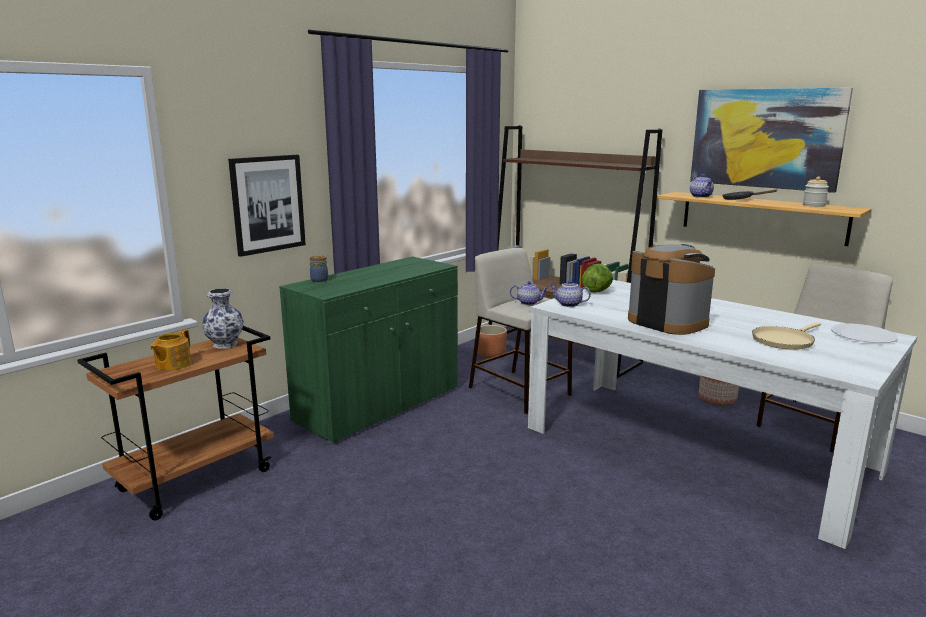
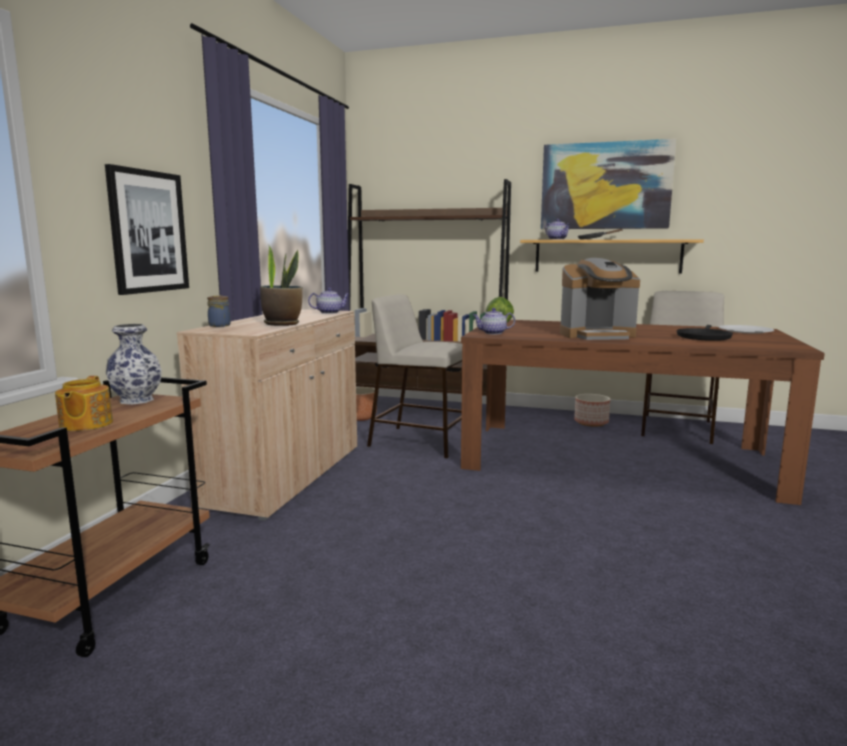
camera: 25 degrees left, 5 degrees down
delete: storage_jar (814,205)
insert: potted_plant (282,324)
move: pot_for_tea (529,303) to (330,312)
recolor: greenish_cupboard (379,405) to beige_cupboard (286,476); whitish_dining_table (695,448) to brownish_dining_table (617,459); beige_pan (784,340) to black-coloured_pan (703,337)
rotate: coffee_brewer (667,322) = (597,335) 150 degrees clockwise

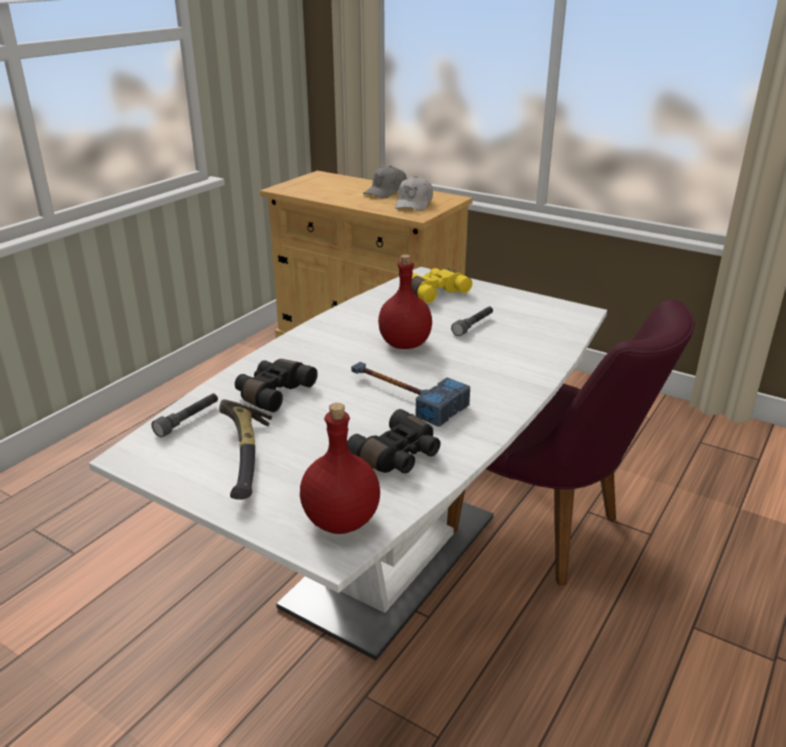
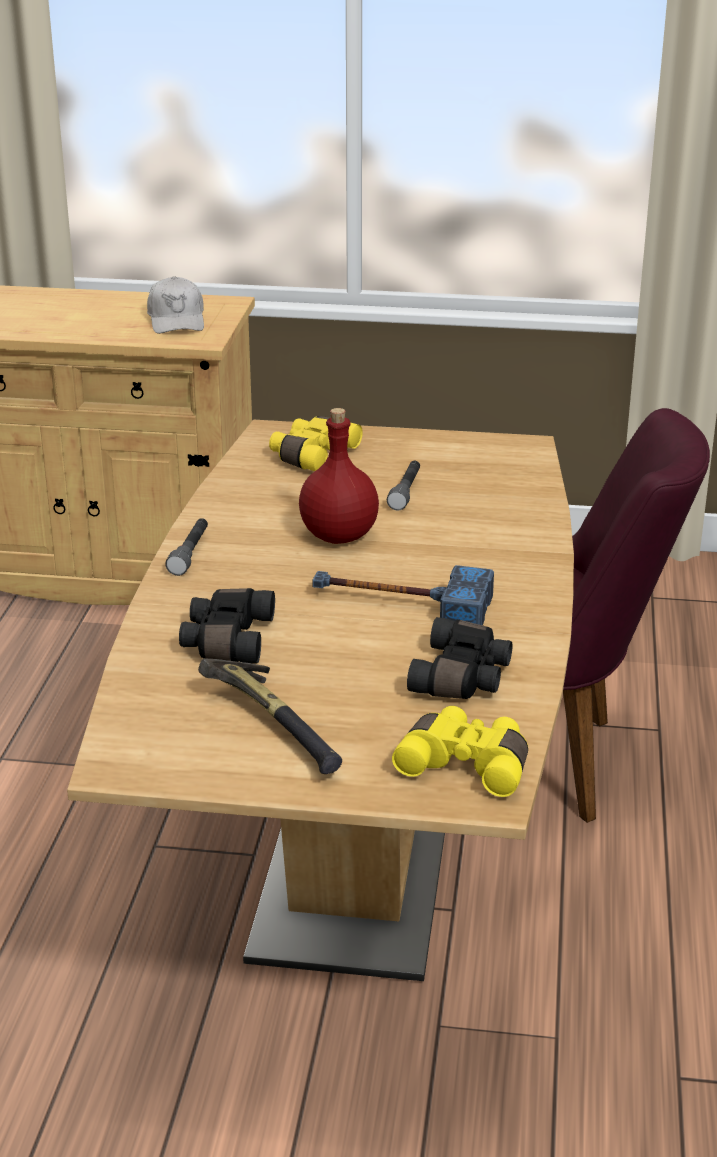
camera: 25 degrees left, 0 degrees up
delete: grey_peaked_cap (386,192)
move: grey_hand_torch (188,420) to (190,554)
replace: red-coloured_beverage_bottle (342,520) to yellow-coloured_pair_of_binoculars (467,764)
recolor: whitish_dining_table (392,560) to brownish_dining_table (358,856)

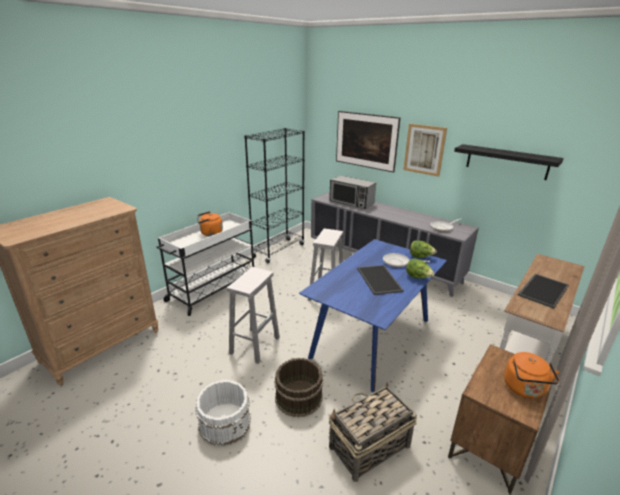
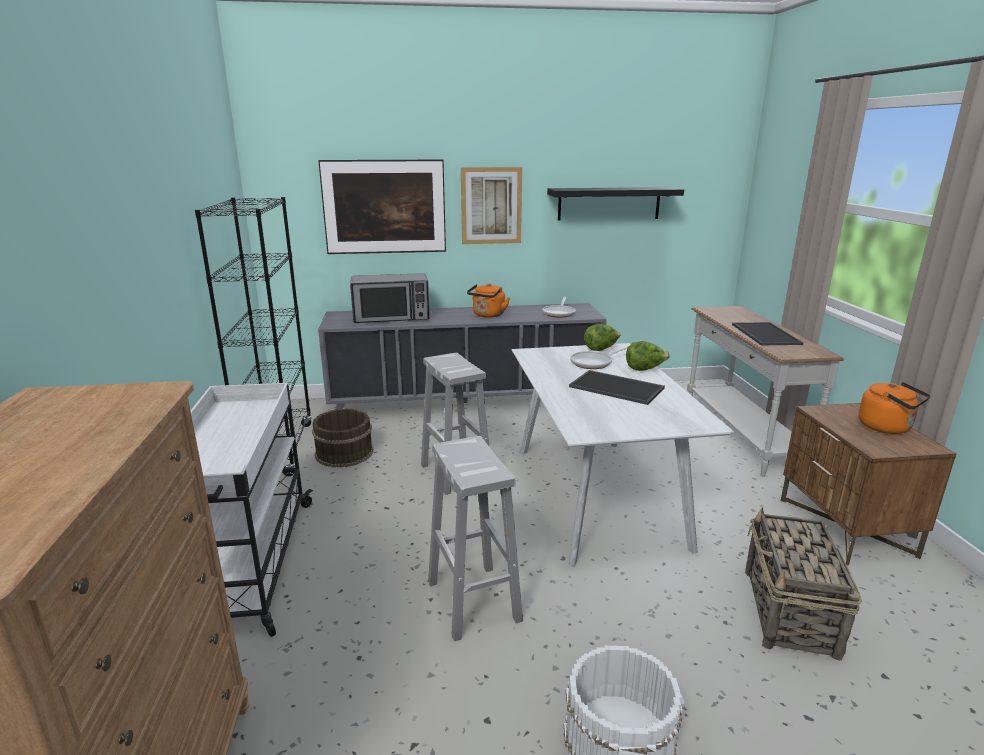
camera: 45 degrees left, 5 degrees down
move: brownish_water_bucket (298,397) to (343,453); orange_tea_kettle (210,233) to (488,315)
recolor: bluish_dining_table (372,338) to whitish_dining_table (598,495)

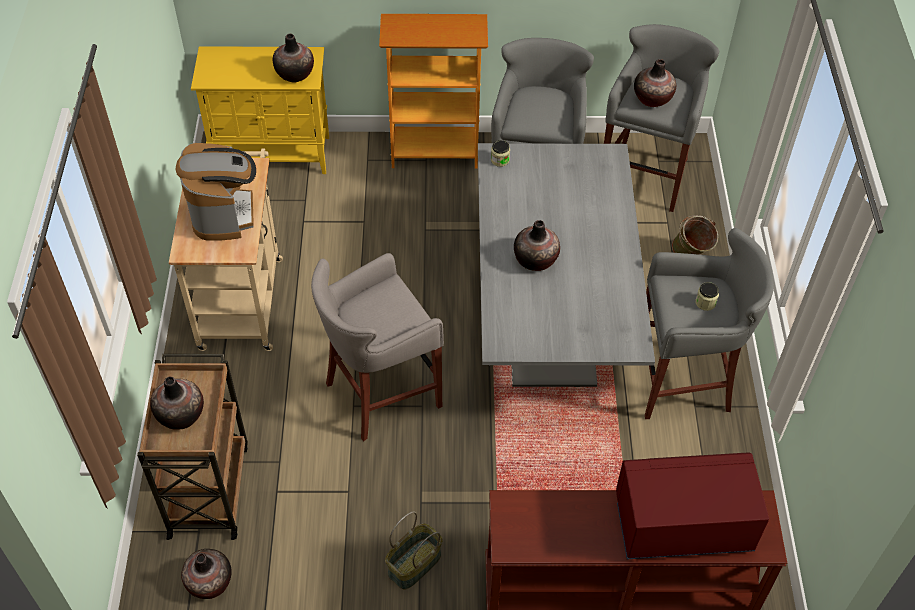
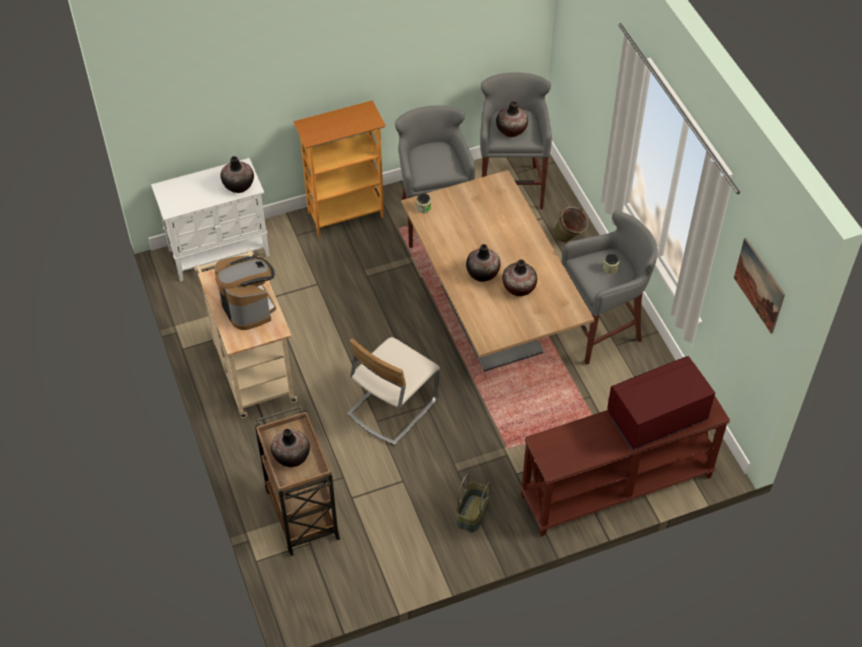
camera: 20 degrees left, 0 degrees up
insert: wall_art (759,285)
move: flower_vase (209,582) to (518,287)
replace: grey_sitting_stool (379,394) to beige_chair (392,407)
recolor: yellow-coloured_cupboard (273,154) to whitish_cupboard (220,252); grey_dining_table (550,324) to brownish_dining_table (491,318)

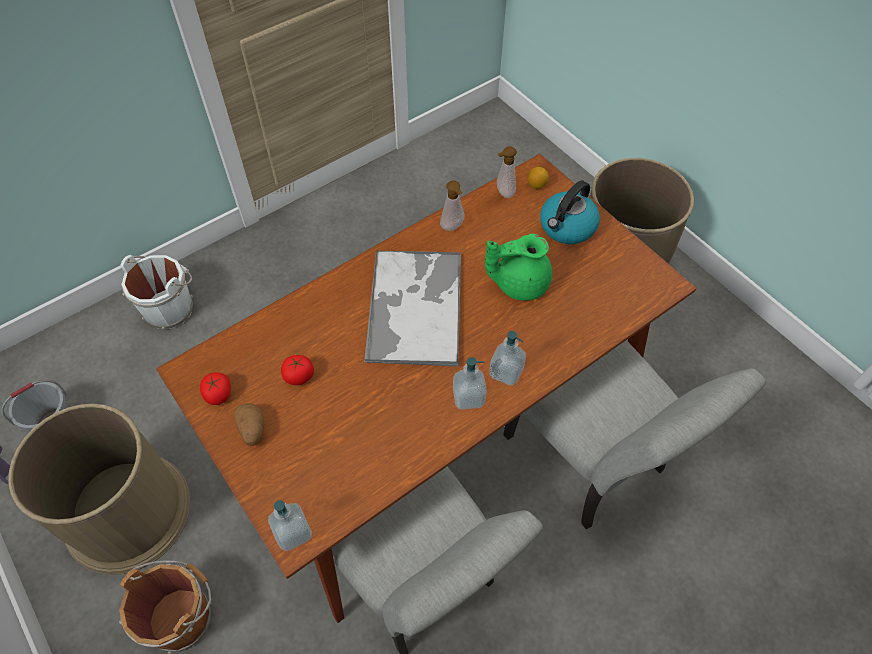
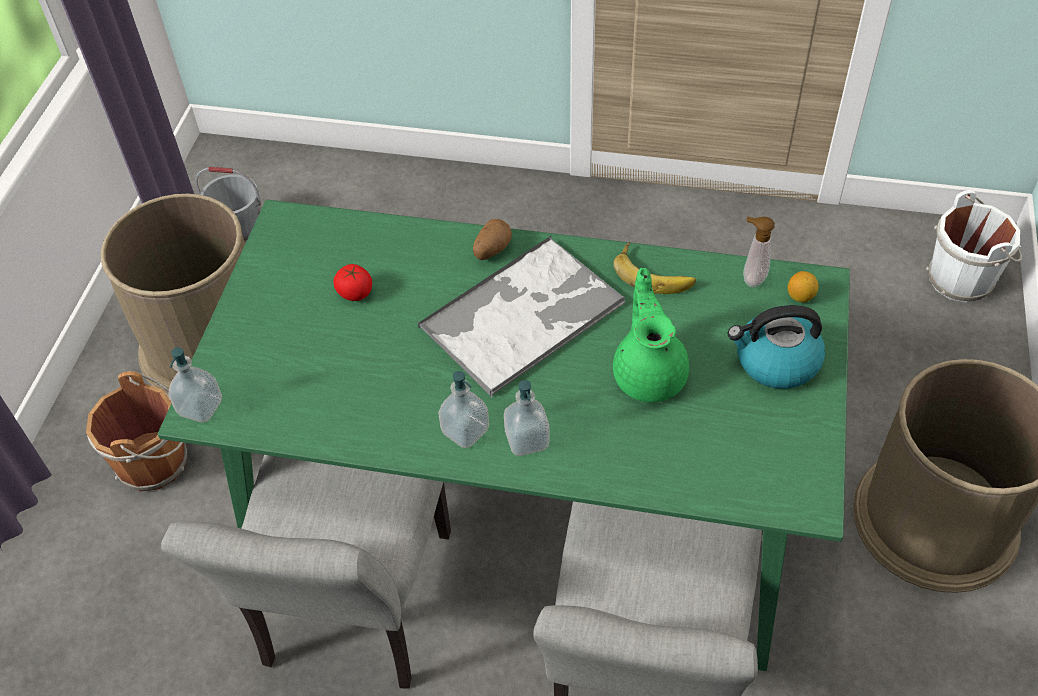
camera: 50 degrees right, 5 degrees down
delete: whole_tomato (219,394)
move: whole_potato (252,430) to (491,250); whitish_water_bucket (170,308) to (963,278)
replace: soap_bottle (453,227) to whole_banana (654,273)
recolor: brownish_dining_table (436,425) to greenish_dining_table (528,502)
rotate: greenish_pot_for_tea (519,283) = (649,373) 45 degrees clockwise

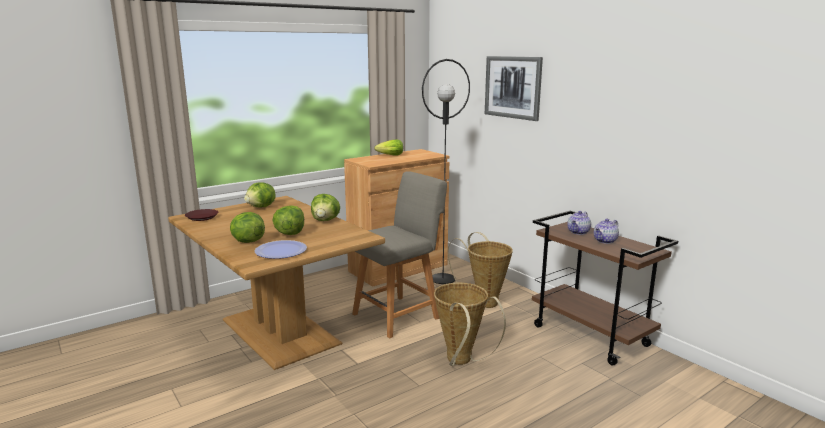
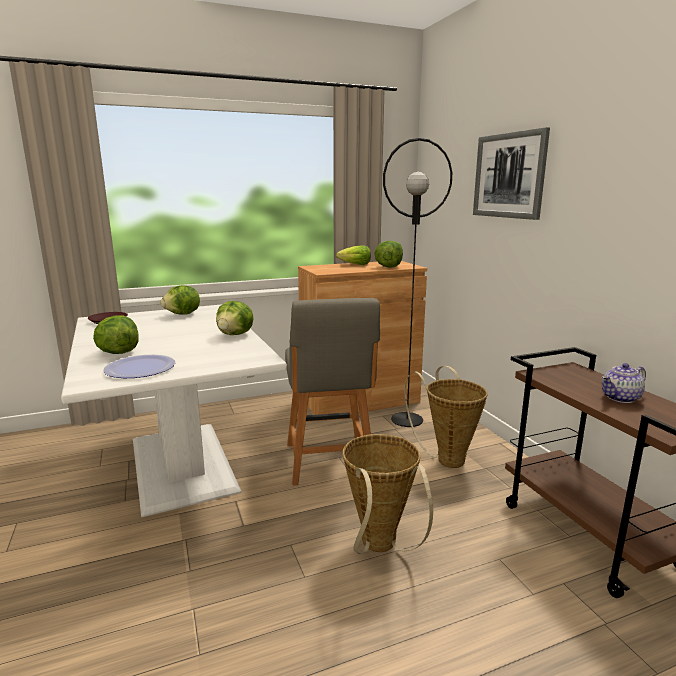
camera: 15 degrees right, 0 degrees up
delete: pot_for_tea (578,232)
move: head_of_lettuce (289,233) to (388,267)
recolor: brownish_dining_table (278,332) to whitish_dining_table (180,465)
rotate: grey_chair (398,315) = (329,462) 105 degrees clockwise

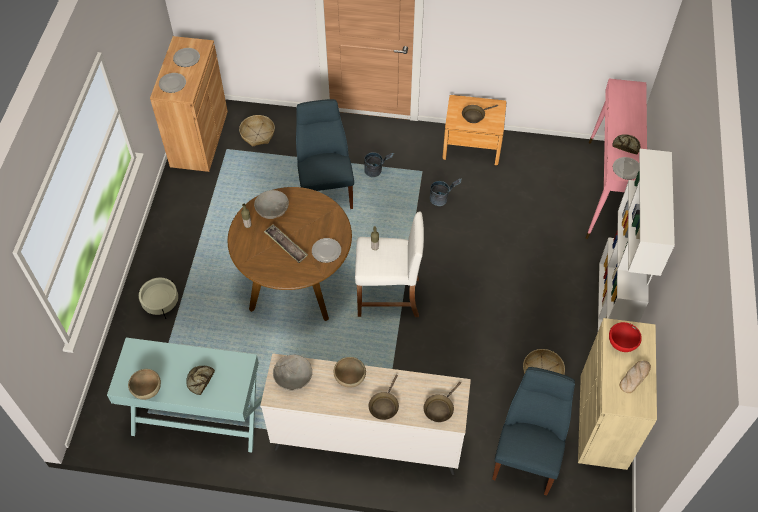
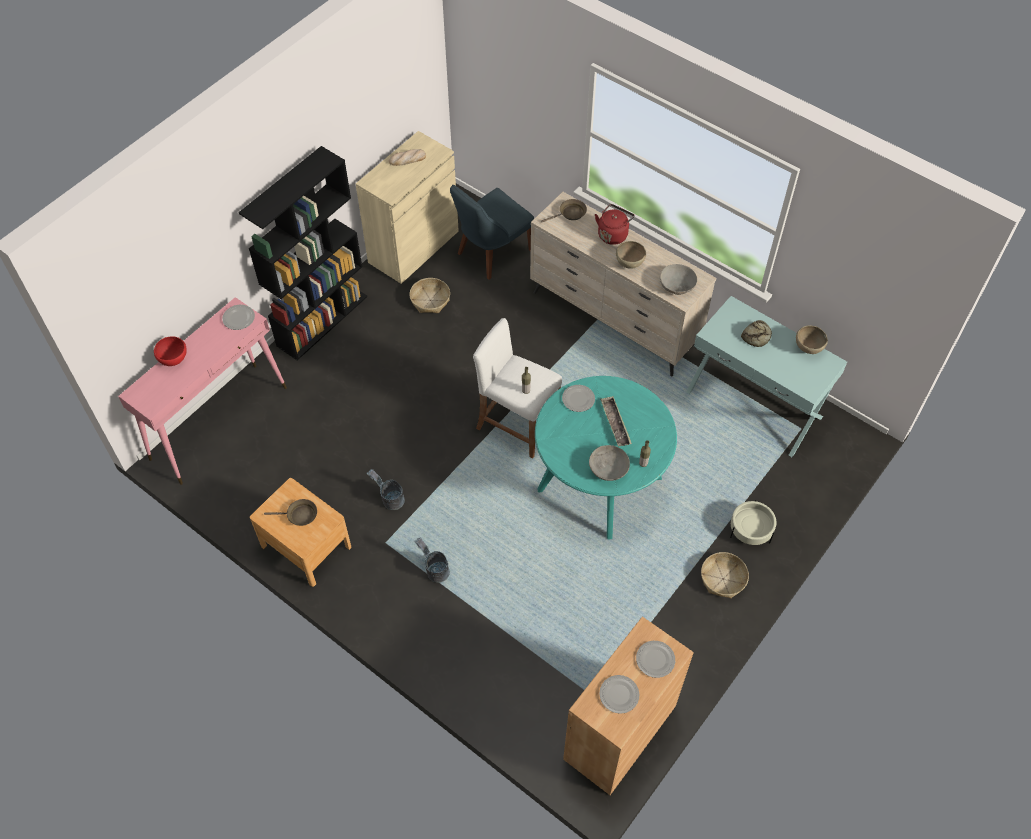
camera: 150 degrees left, 0 degrees up
delete: bluish_chair (325,188); bakery_bread (626,145)
move: red-coloured_deep_dish (621,344) to (174,360); storage_basket (257,134) to (723,579)
replace: brownish_pan (384,405) to red-coloured_tea_kettle (613,234)
recolor: whitish_bookshelf (612,306) to black-coloured_bookshelf (322,320); brownish_dining_table (296,282) to blue-green_dining_table (599,484)

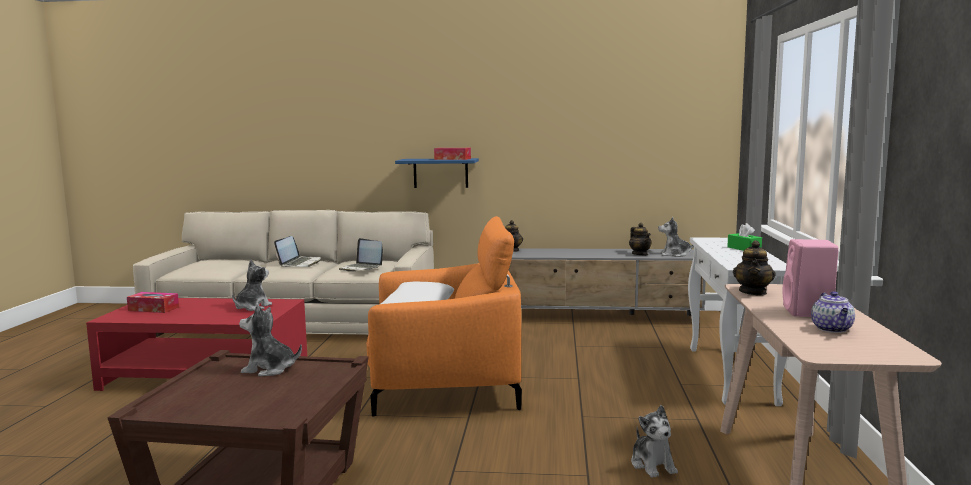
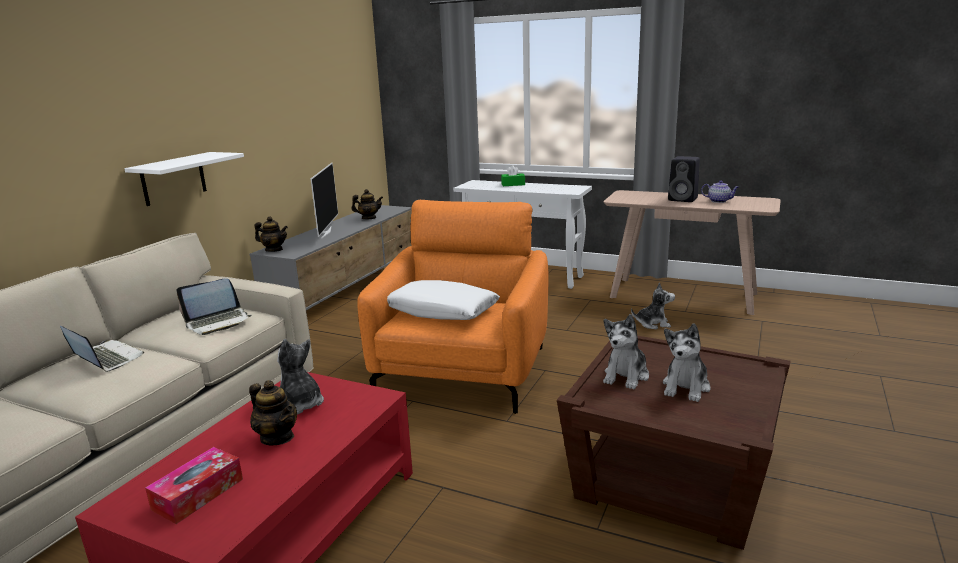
camera: 70 degrees left, 10 degrees up
delete: box_of_tissues (452,159)
insert: TV_set (325,232)
move: pot_for_tea (753,292) to (277,437); plush_toy (674,254) to (686,387)
recolor: bluish_wall_shelf (440,173) to whitish_wall_shelf (173,179); pinkish_audio_speaker (808,312) to black-coloured_audio_speaker (683,199)

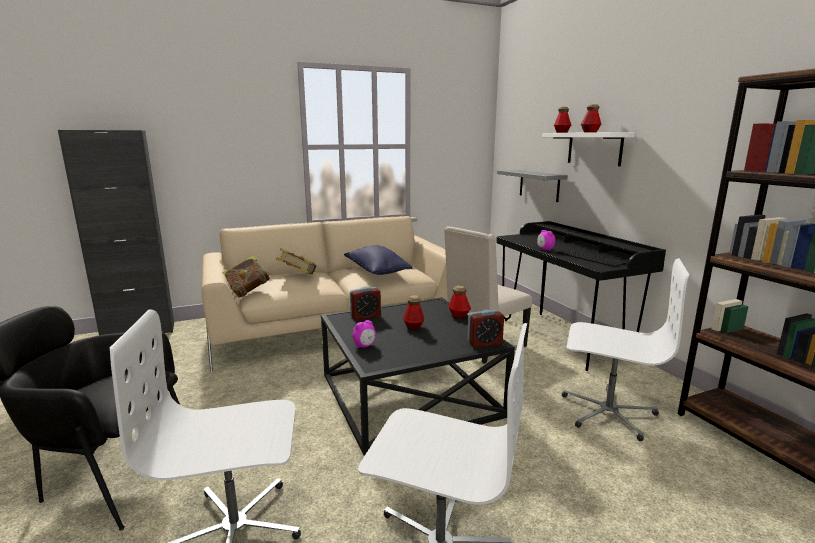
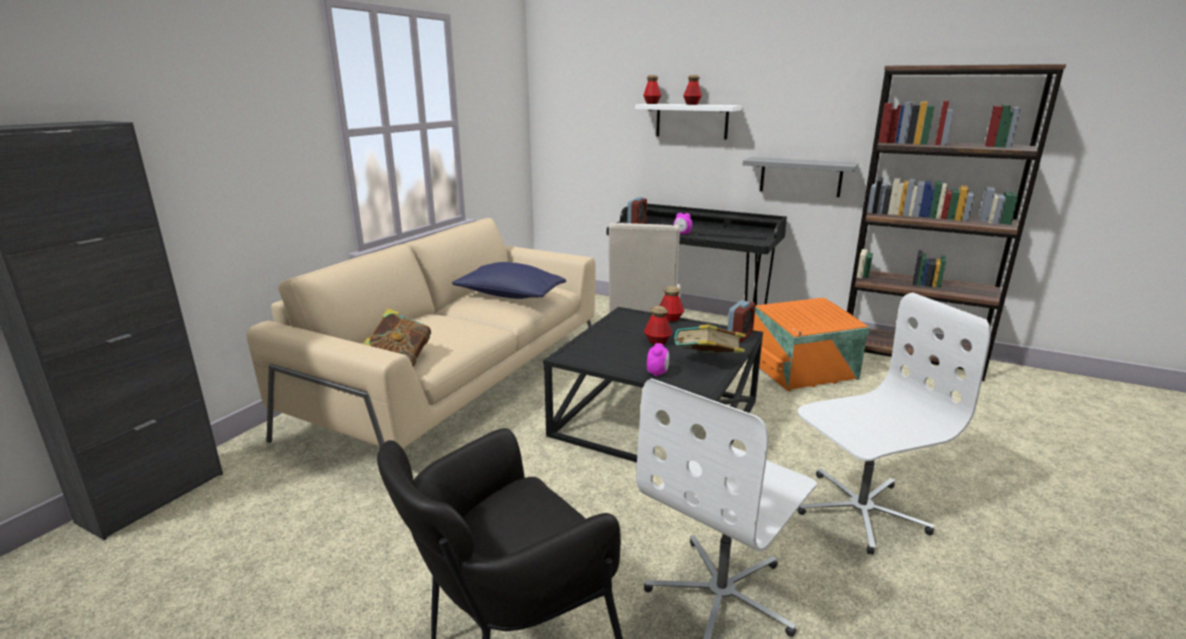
camera: 40 degrees left, 5 degrees up
move: alarm_clock (365,316) to (636,224); volume (297,277) to (707,362); grey_wall_shelf (539,185) to (800,177)
replace: whitish_computer_chair (607,412) to orange_storage_container (804,370)

